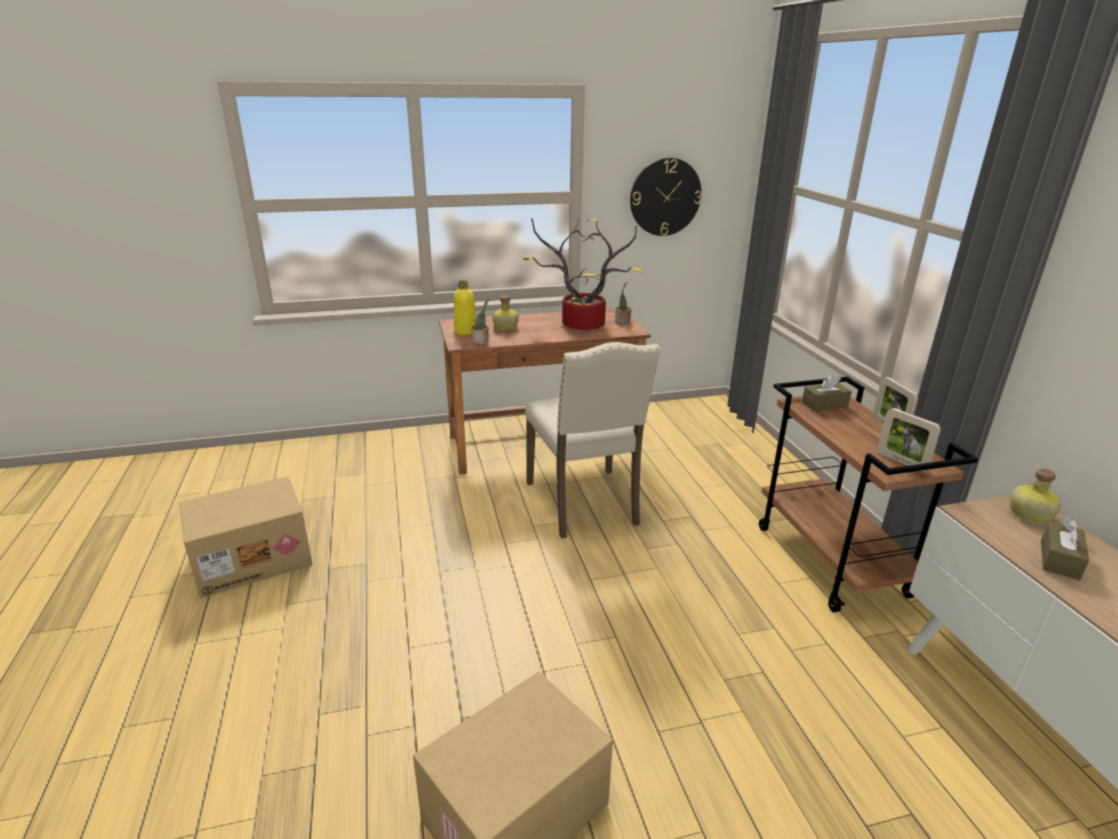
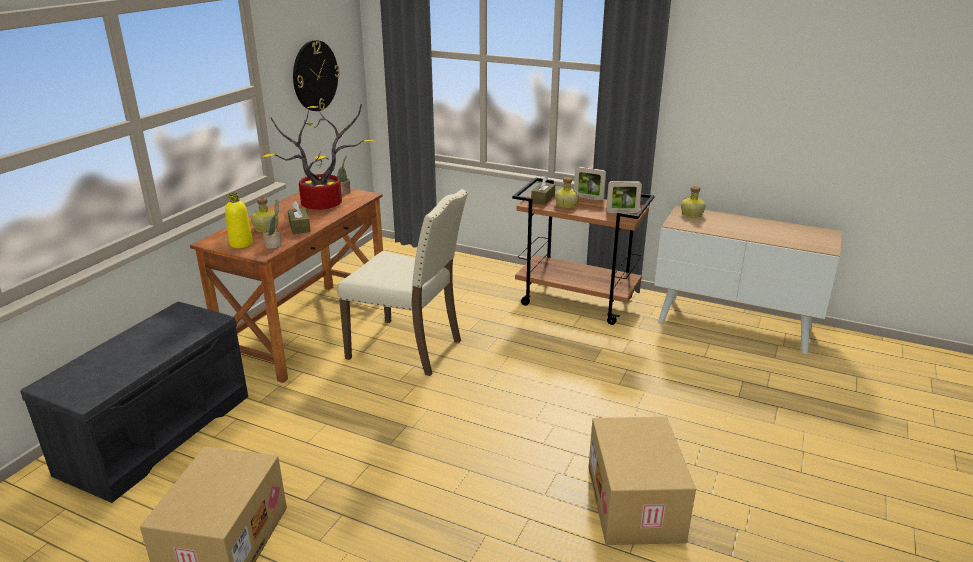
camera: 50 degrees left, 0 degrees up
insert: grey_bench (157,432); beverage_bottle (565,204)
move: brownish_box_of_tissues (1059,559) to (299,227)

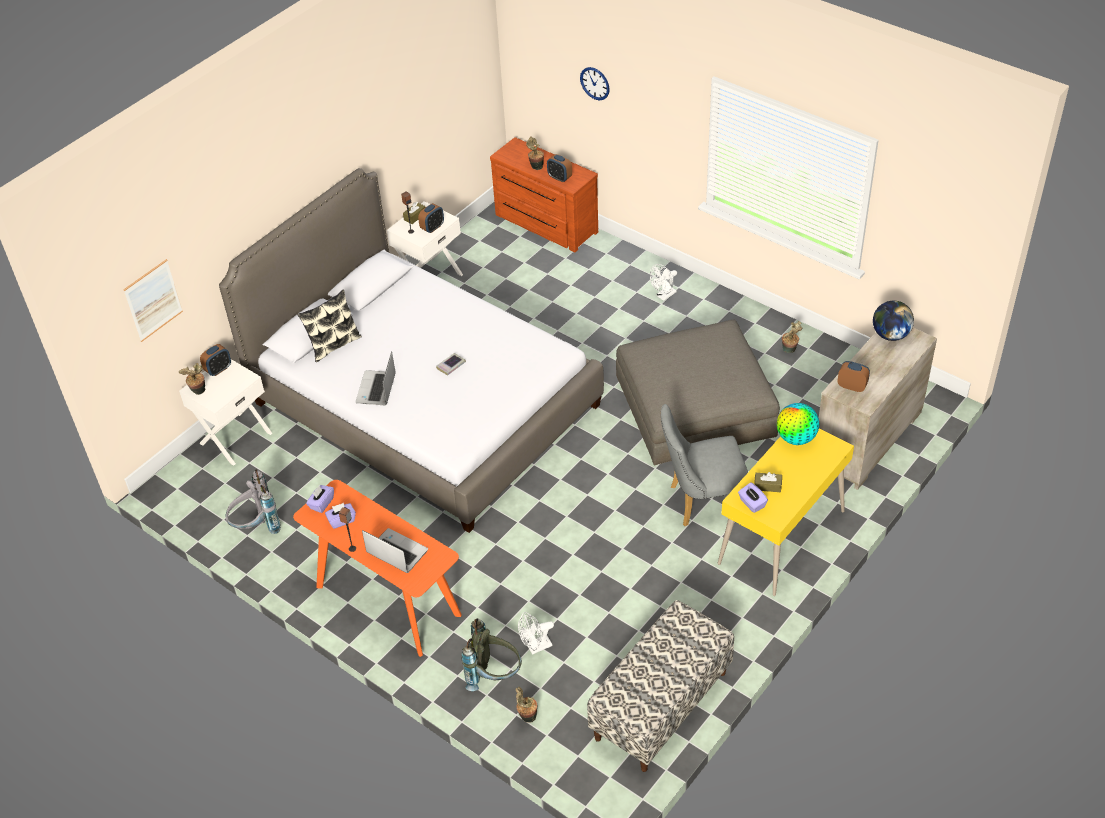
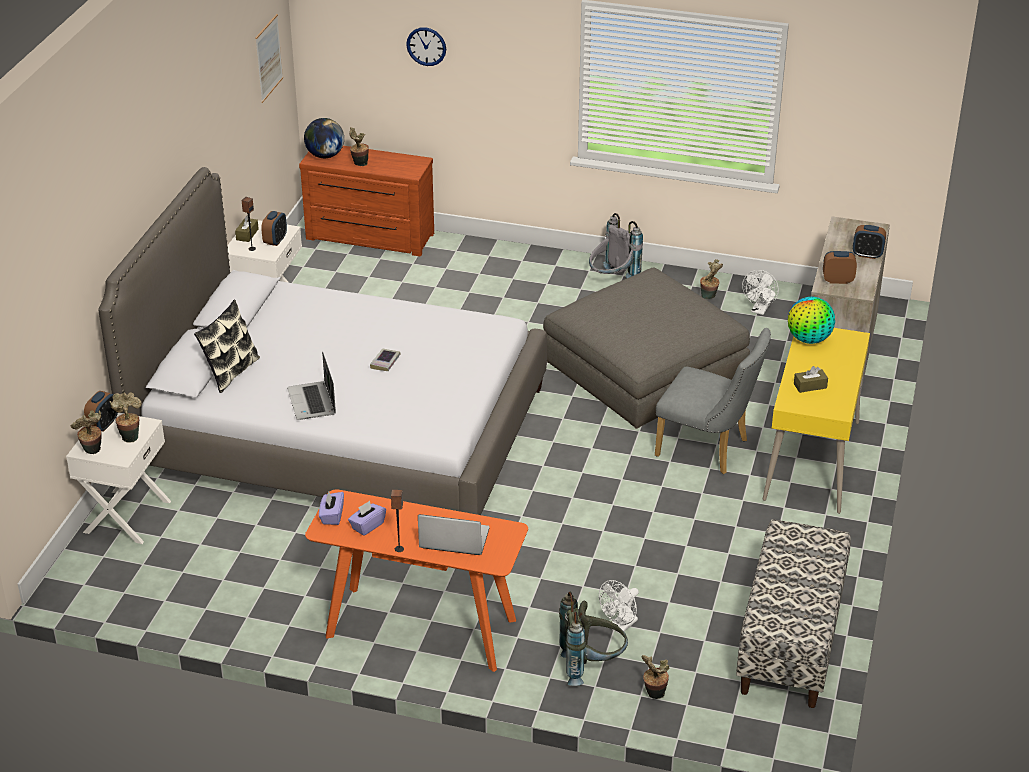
camera: 25 degrees left, 10 degrees down
delete: purple_box_of_tissues (752,503)
insert: potted_plant (130,436)
move: wall_art (153,300) to (268,58); desk_globe (890,335) to (325,155); grey_backpack (256,526) to (612,281); whitish_cooling_fan (664,296) to (759,310); alarm_clock (559,178) to (867,255)
rotate: grey_chair (701,502) = (708,449) 120 degrees counterclockwise

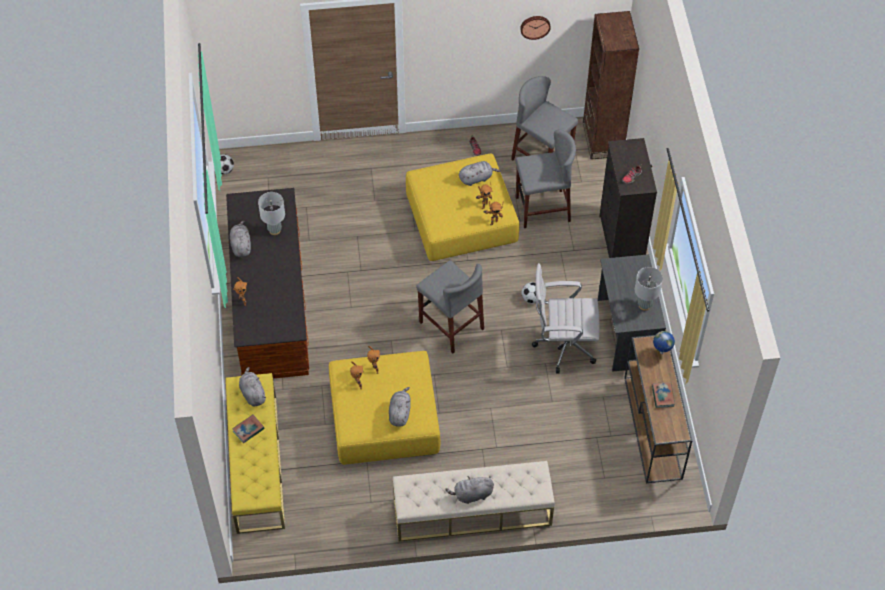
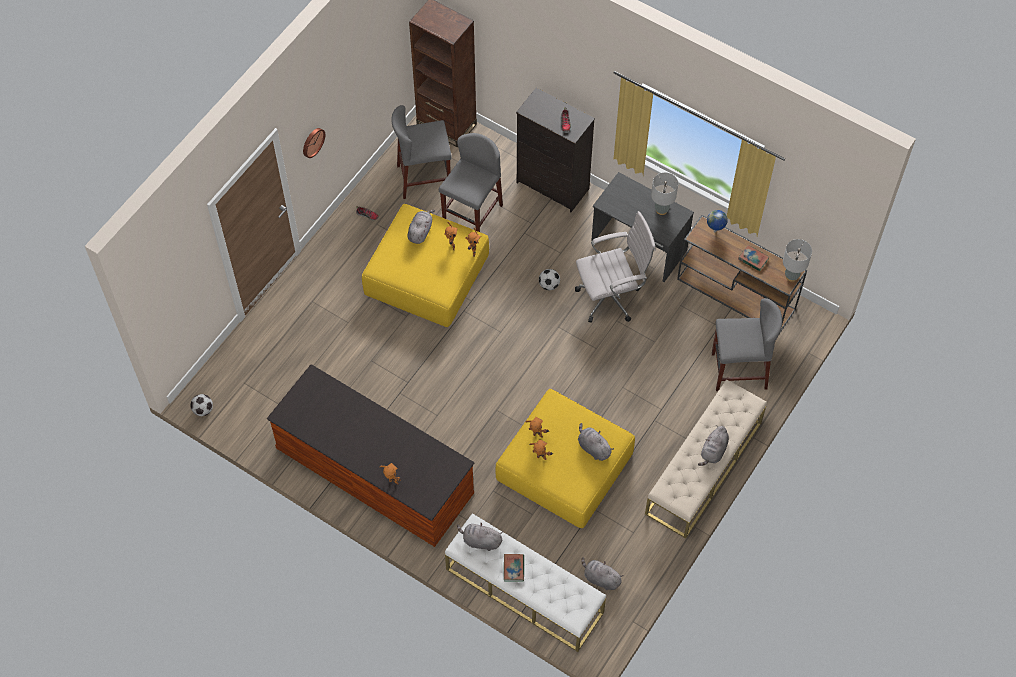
camera: 50 degrees left, 5 degrees up
move: wall_clock (535,26) to (312,142); grey_plush_toy (241,245) to (600,578); grey_sitting_stool (451,325) to (739,371); grey_tabletop_lamp (274,230) to (791,276)
recolor: yellow-coloured_bench (256,463) to whitish_bench (524,591)
rotate: whitish_computer_chair (562,346) = (611,297) 150 degrees counterclockwise

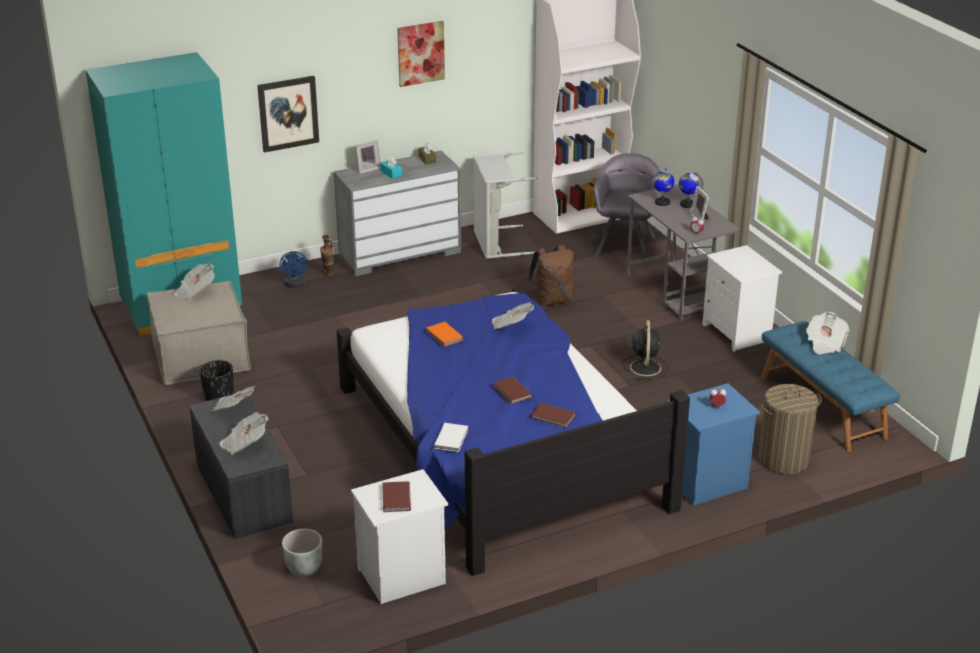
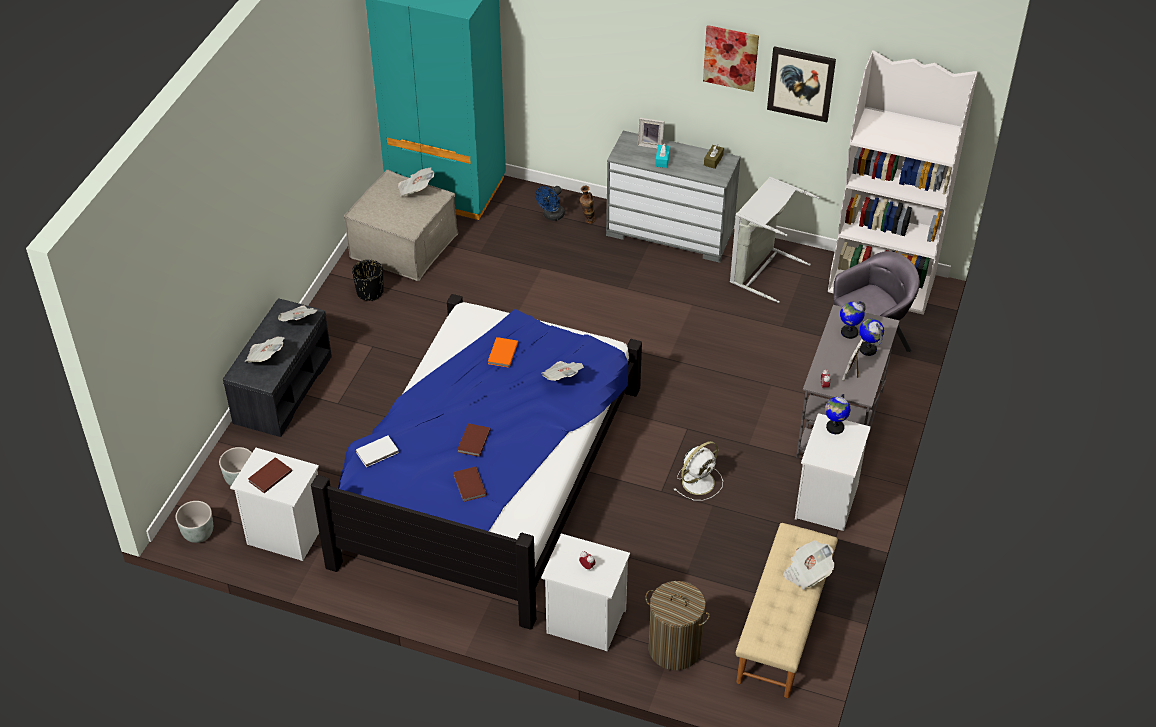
camera: 45 degrees right, 15 degrees up
delete: brownish_backpack (552,300)
insert: grey_plant_pot (198,534); desk_globe (834,427)
move: wall_art (288,113) to (801,83)
recolor: bluish_night_table (705,483) to whitish_night_table (584,622); black-coloured_cooling_fan (645,367) to whitish_cooling_fan (699,481); bluish_bench (823,407) to beige_bench (784,627)

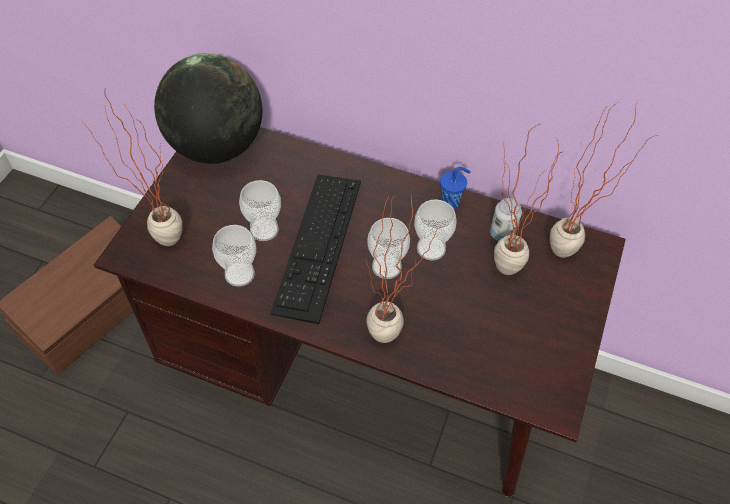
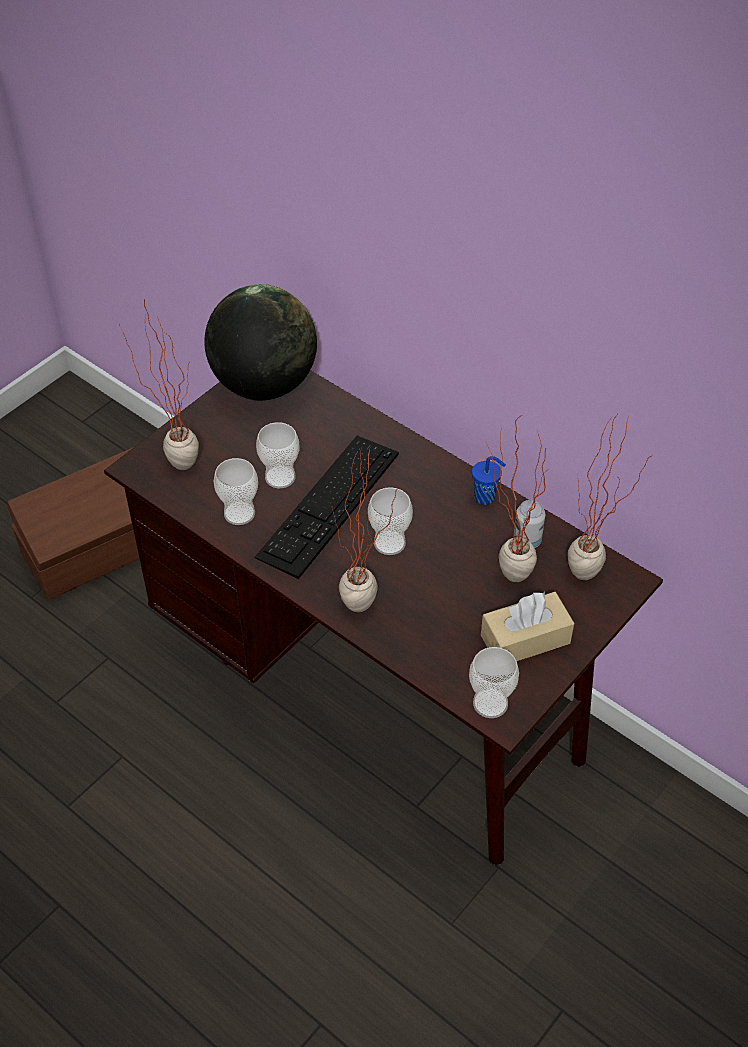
camera: 20 degrees right, 5 degrees down
insert: beige_box_of_tissues (525,639)
move: small_cup (431,248) to (490,703)

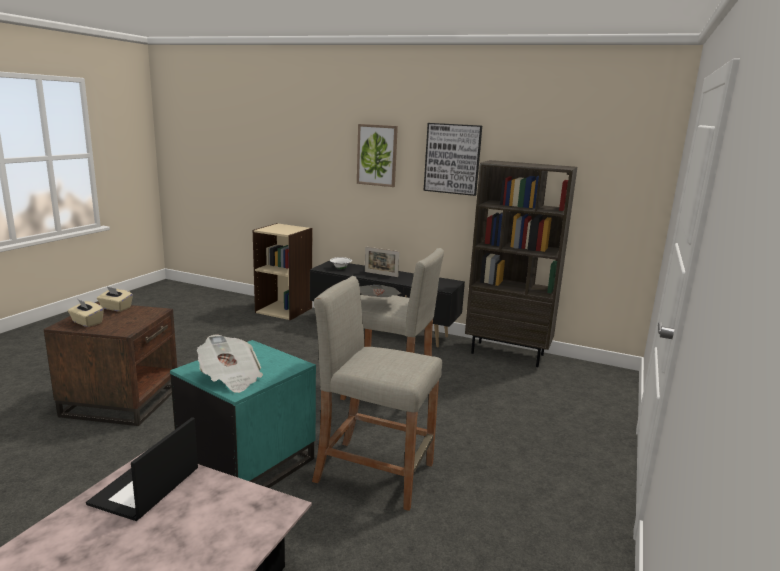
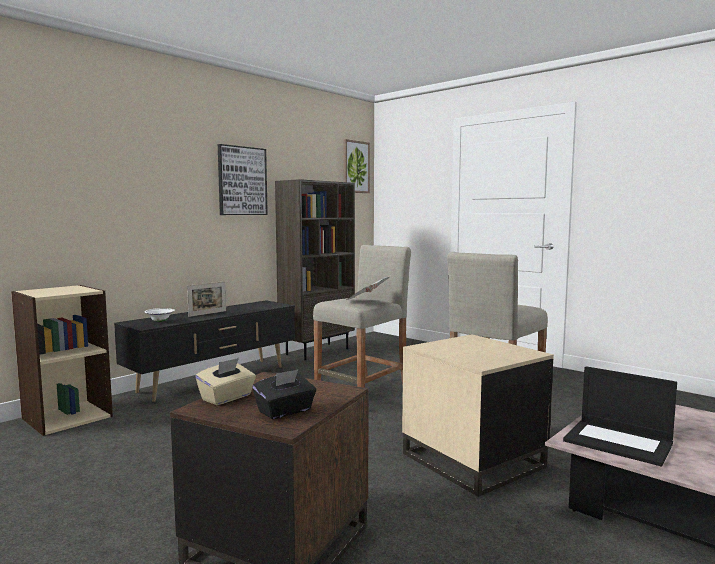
camera: 70 degrees left, 10 degrees down
delete: newspaper (231,378)
move: wall_art (377,155) to (355,167)
recolor: beige_box_of_tissues (86,322) to black-coloured_box_of_tissues (285,411); blue-green_end_table (247,463) to beige_end_table (472,460)

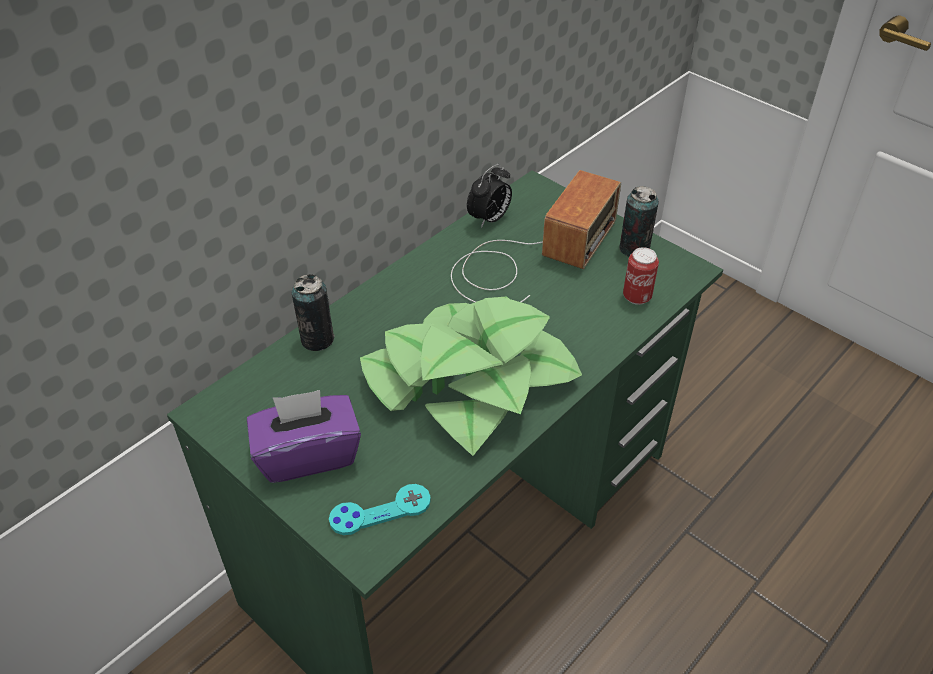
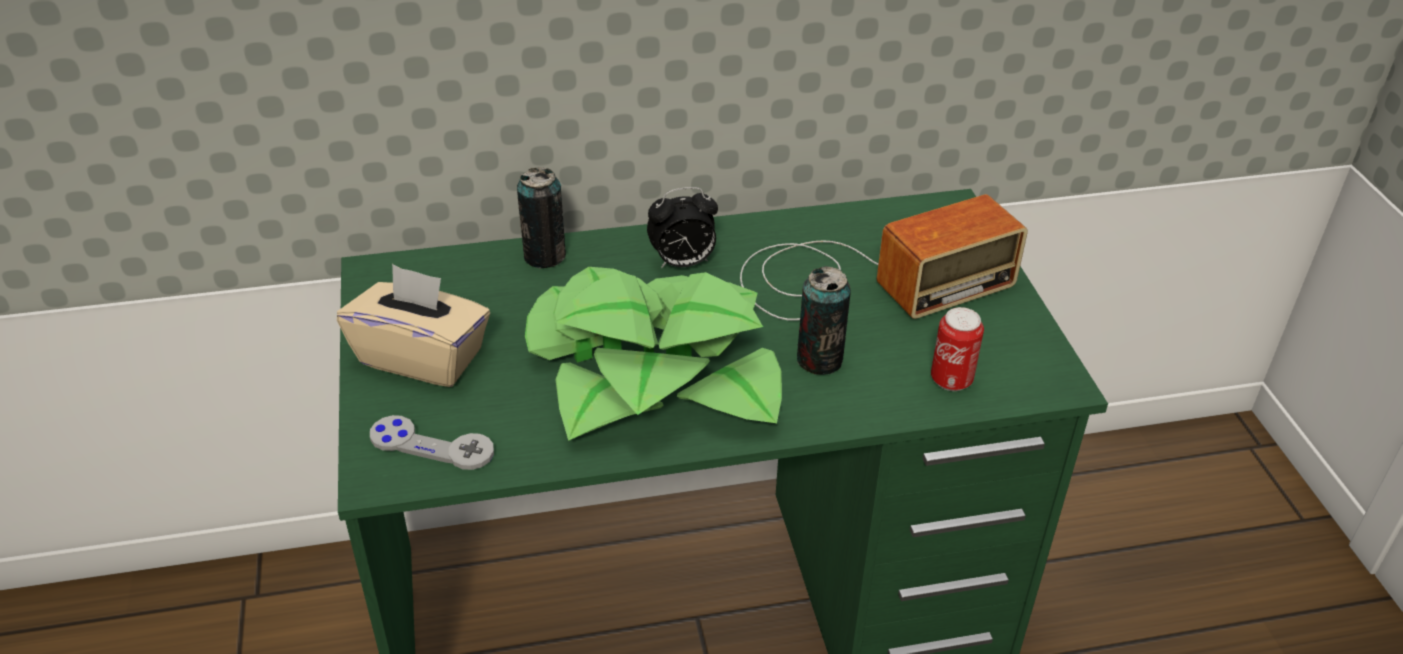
camera: 35 degrees right, 5 degrees down
move: alarm_clock (489,219) to (682,263); sealed_can (634,249) to (819,360)
recolor: purple_box_of_tissues (308,454) to beige_box_of_tissues (422,357); blue-green_joypad (380,511) to grey_joypad (432,445)

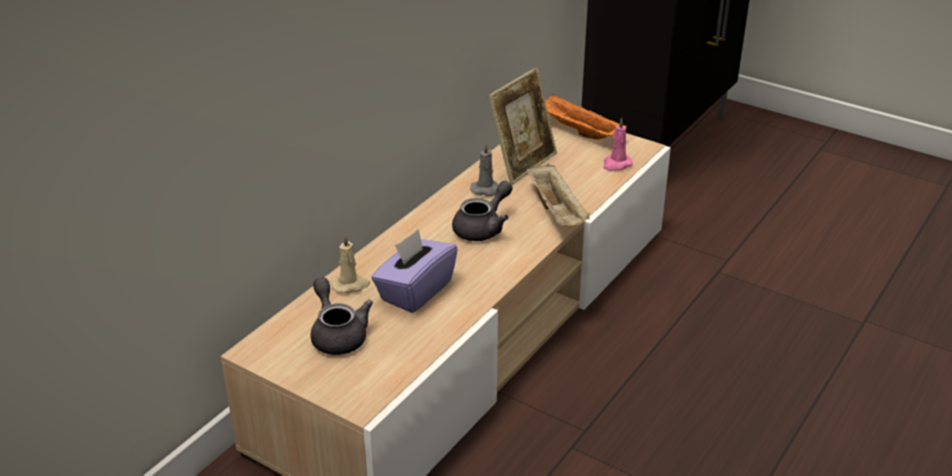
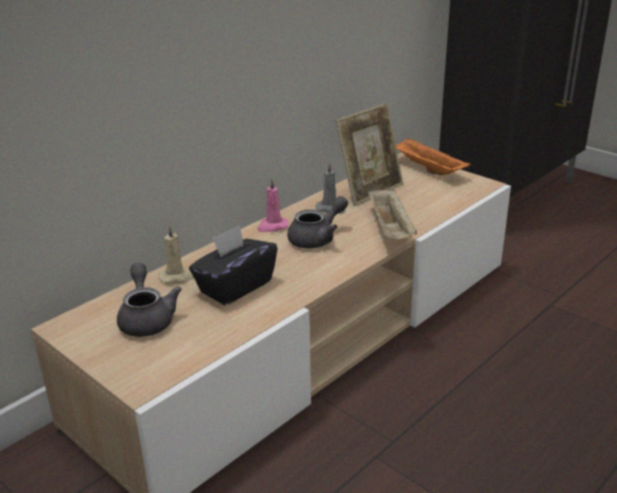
camera: 10 degrees right, 5 degrees down
move: pinkish_candle (616,164) to (272,226)
recolor: purple_box_of_tissues (415,291) to black-coloured_box_of_tissues (235,286)

